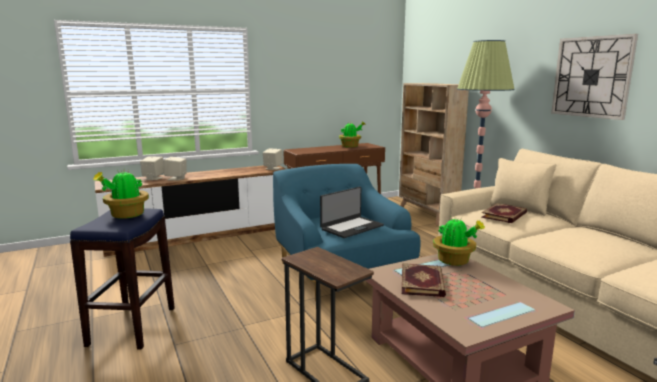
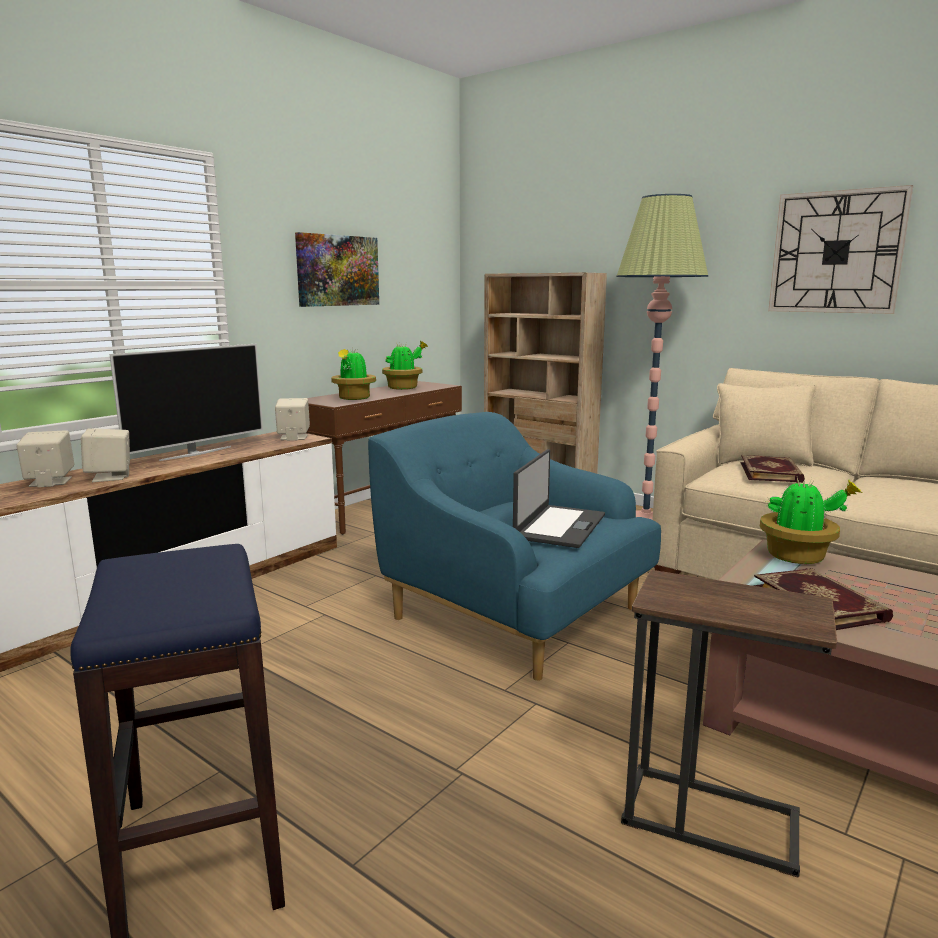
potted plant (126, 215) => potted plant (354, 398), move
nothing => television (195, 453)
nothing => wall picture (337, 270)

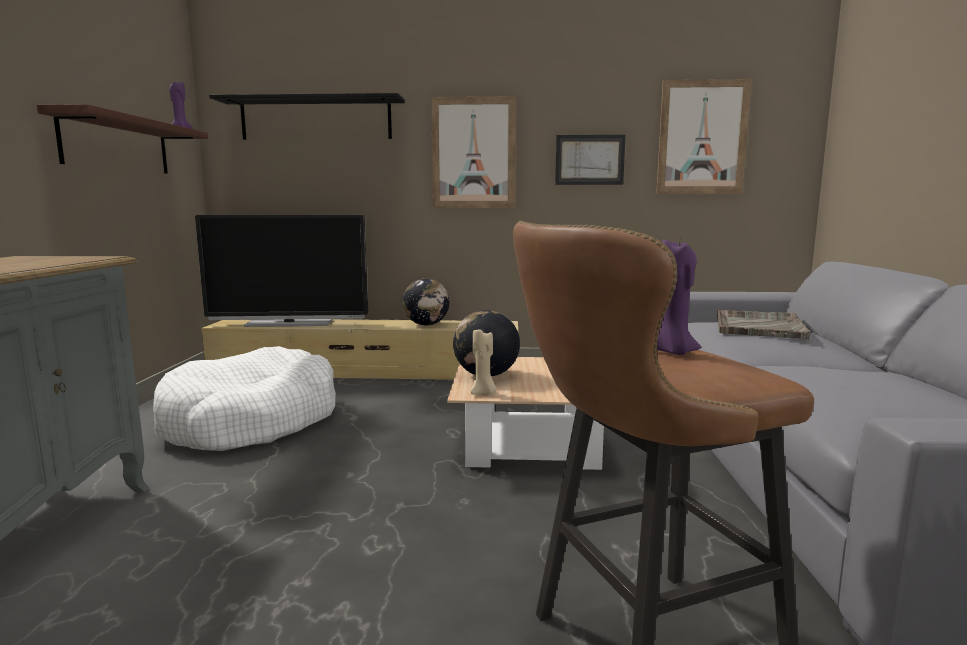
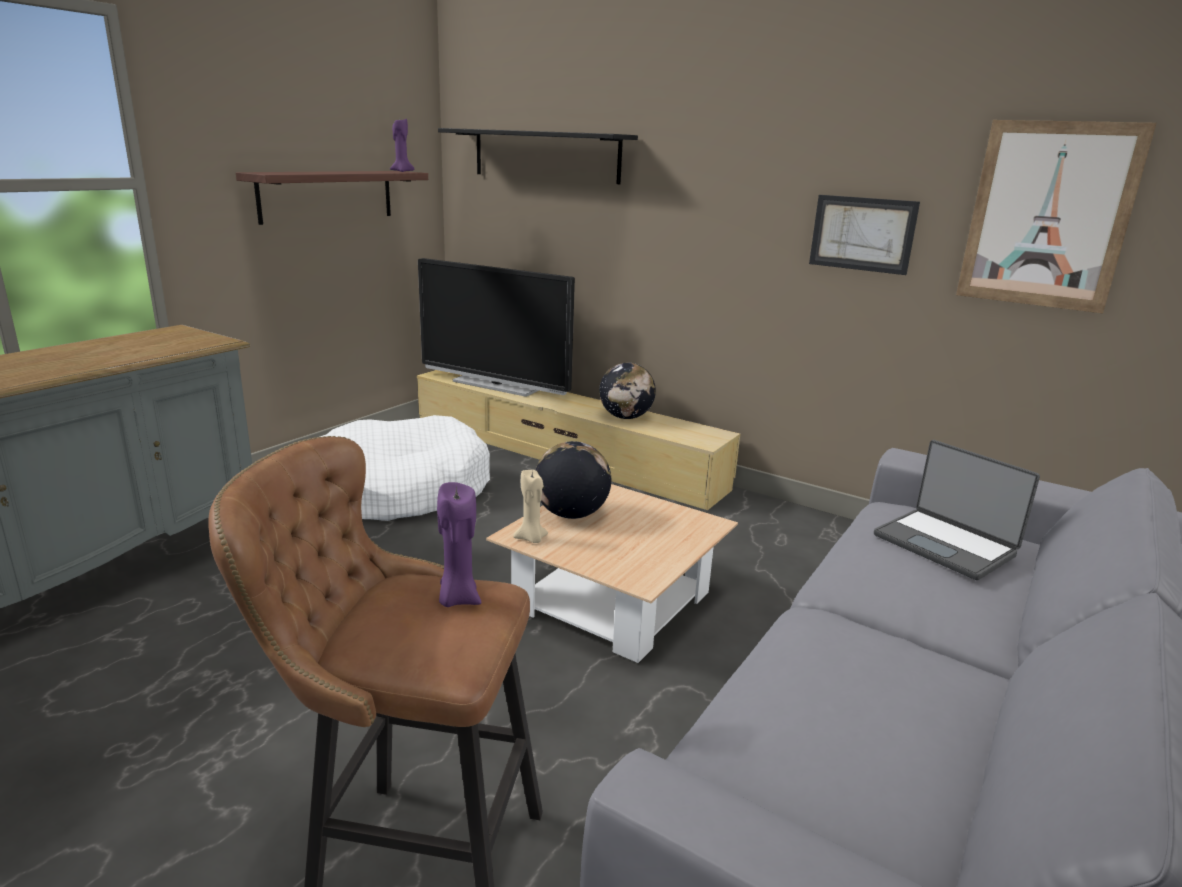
wall picture (473, 153) => nothing
greyish carrying tray (758, 326) => laptop (945, 544)

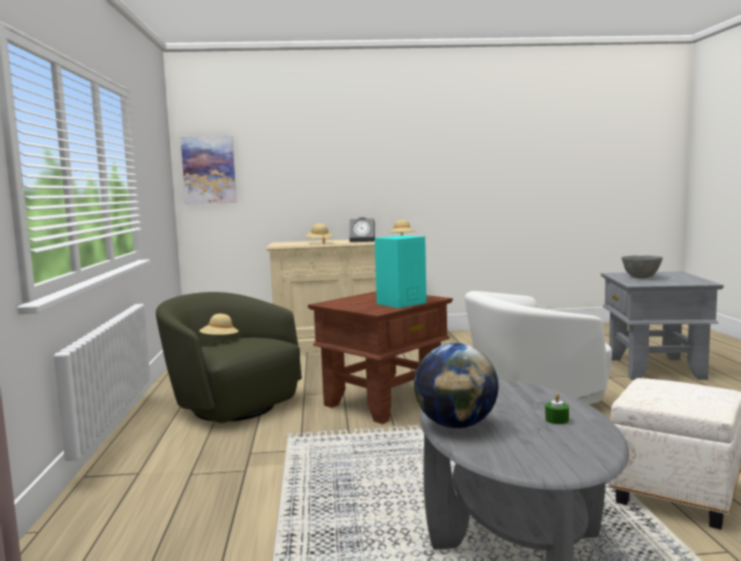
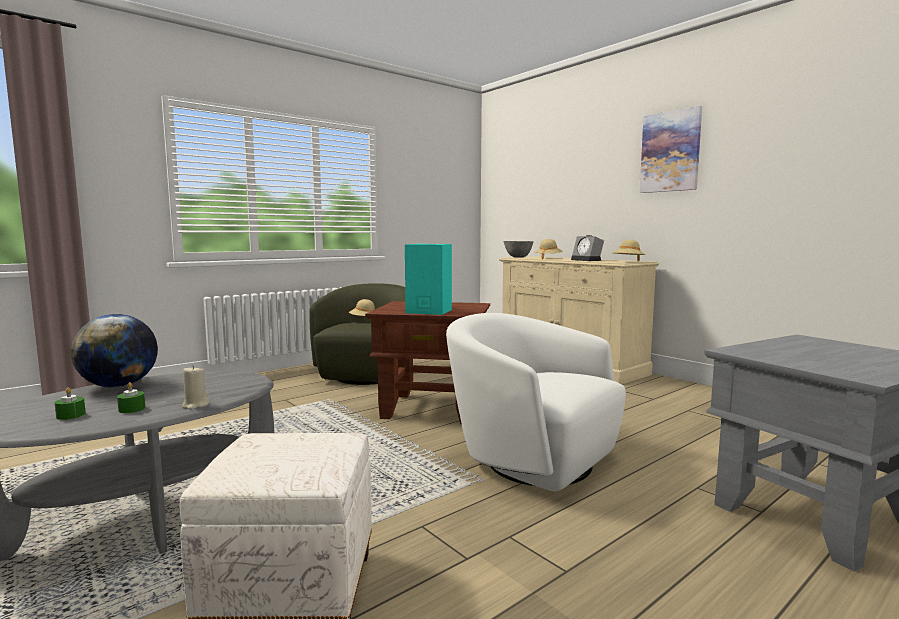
wall picture (209, 170) => wall picture (670, 152), move
greyish serving bowl (641, 277) => greyish serving bowl (518, 257), move
nothing => green candle (71, 415)
nothing => beige-coloured candle (195, 405)

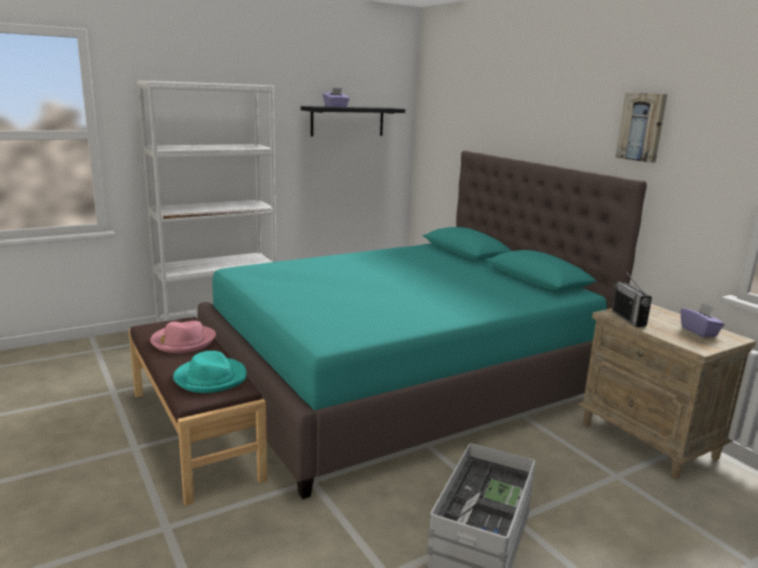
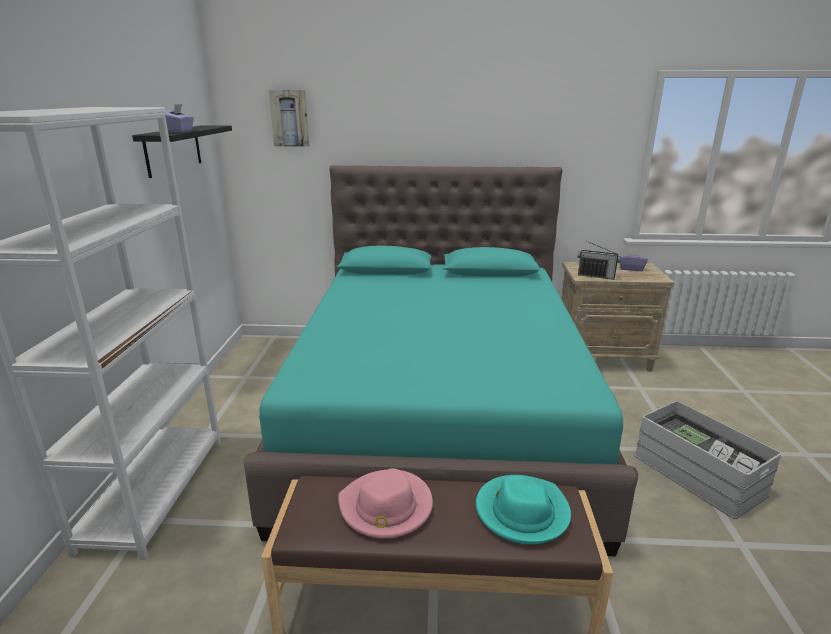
wall picture (642, 127) => wall picture (290, 118), move

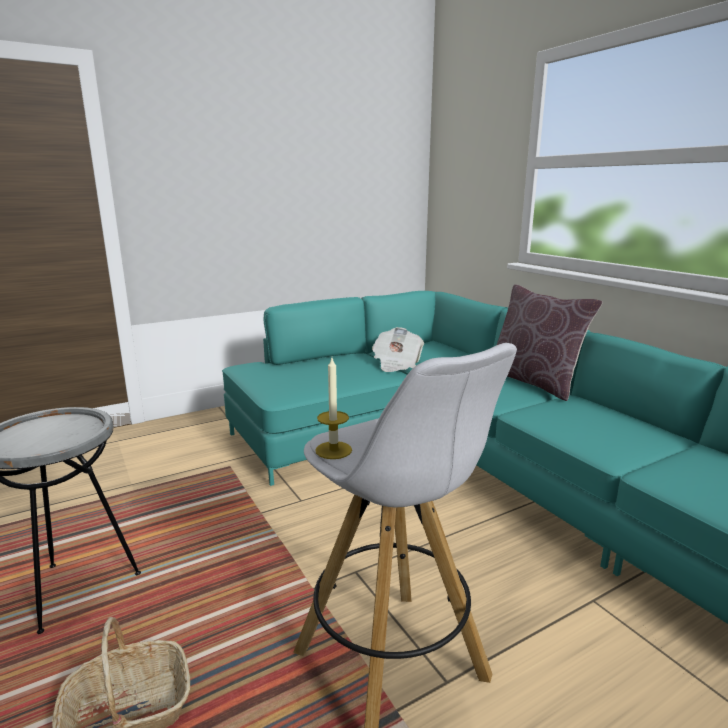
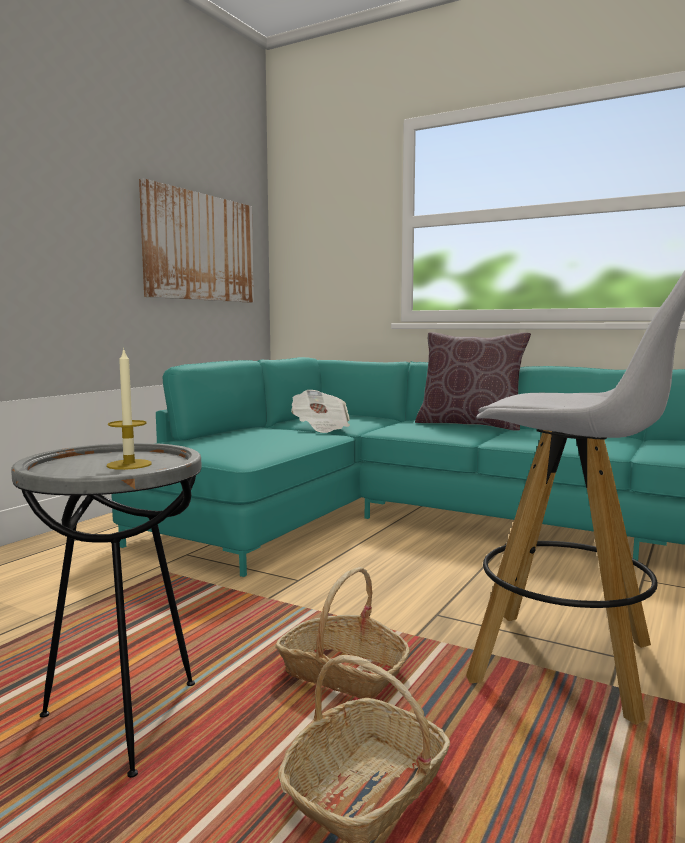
candle (333, 450) => candle (129, 464), move
nothing => wall picture (200, 247)
nothing => basket (343, 673)

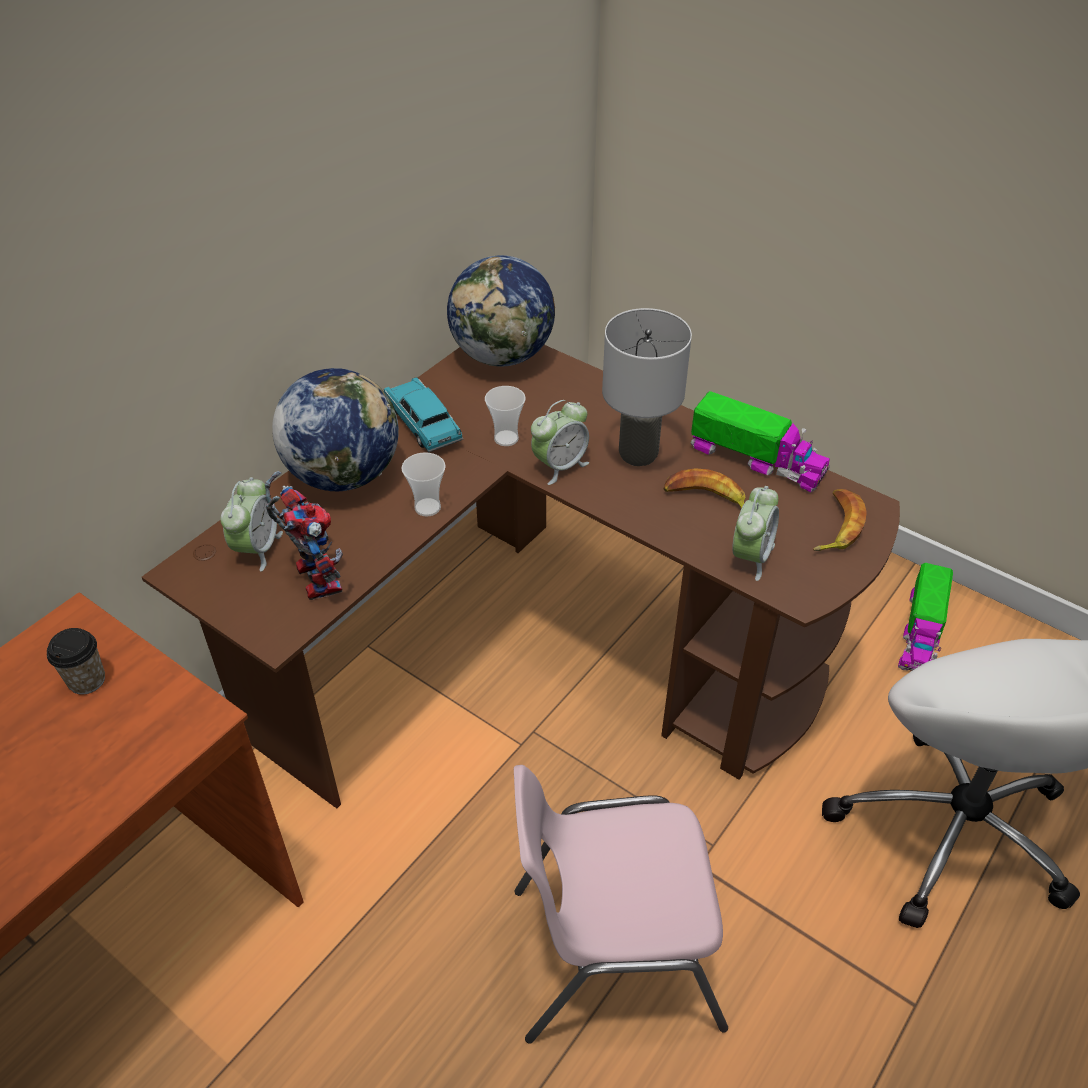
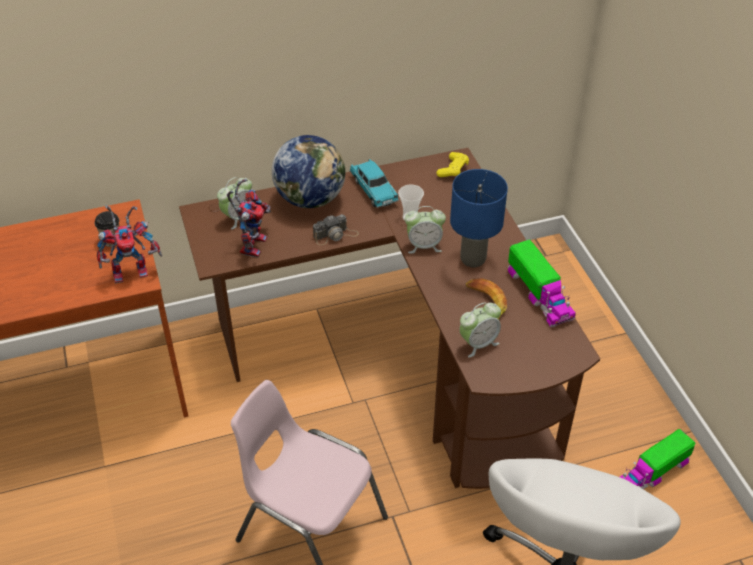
turquoise-coloured toy car (423, 425) => turquoise-coloured toy car (373, 190), 150 degrees clockwise
cup (427, 507) => photo camera (335, 235)
globe (503, 356) => yellowish gamepad (453, 170)
white table lamp (635, 455) => blue-coloured table lamp (471, 259)
whole banana (836, 526) => nothing
nothing => model robot (133, 270)

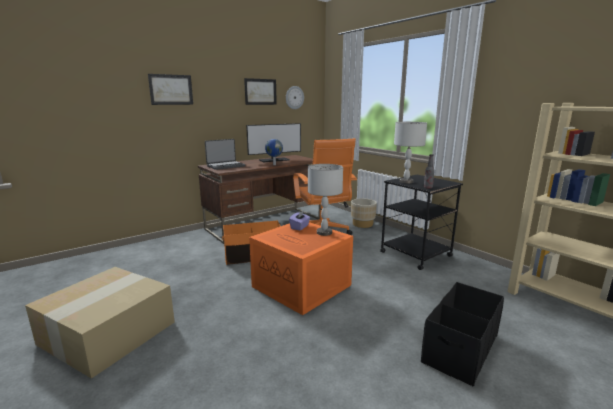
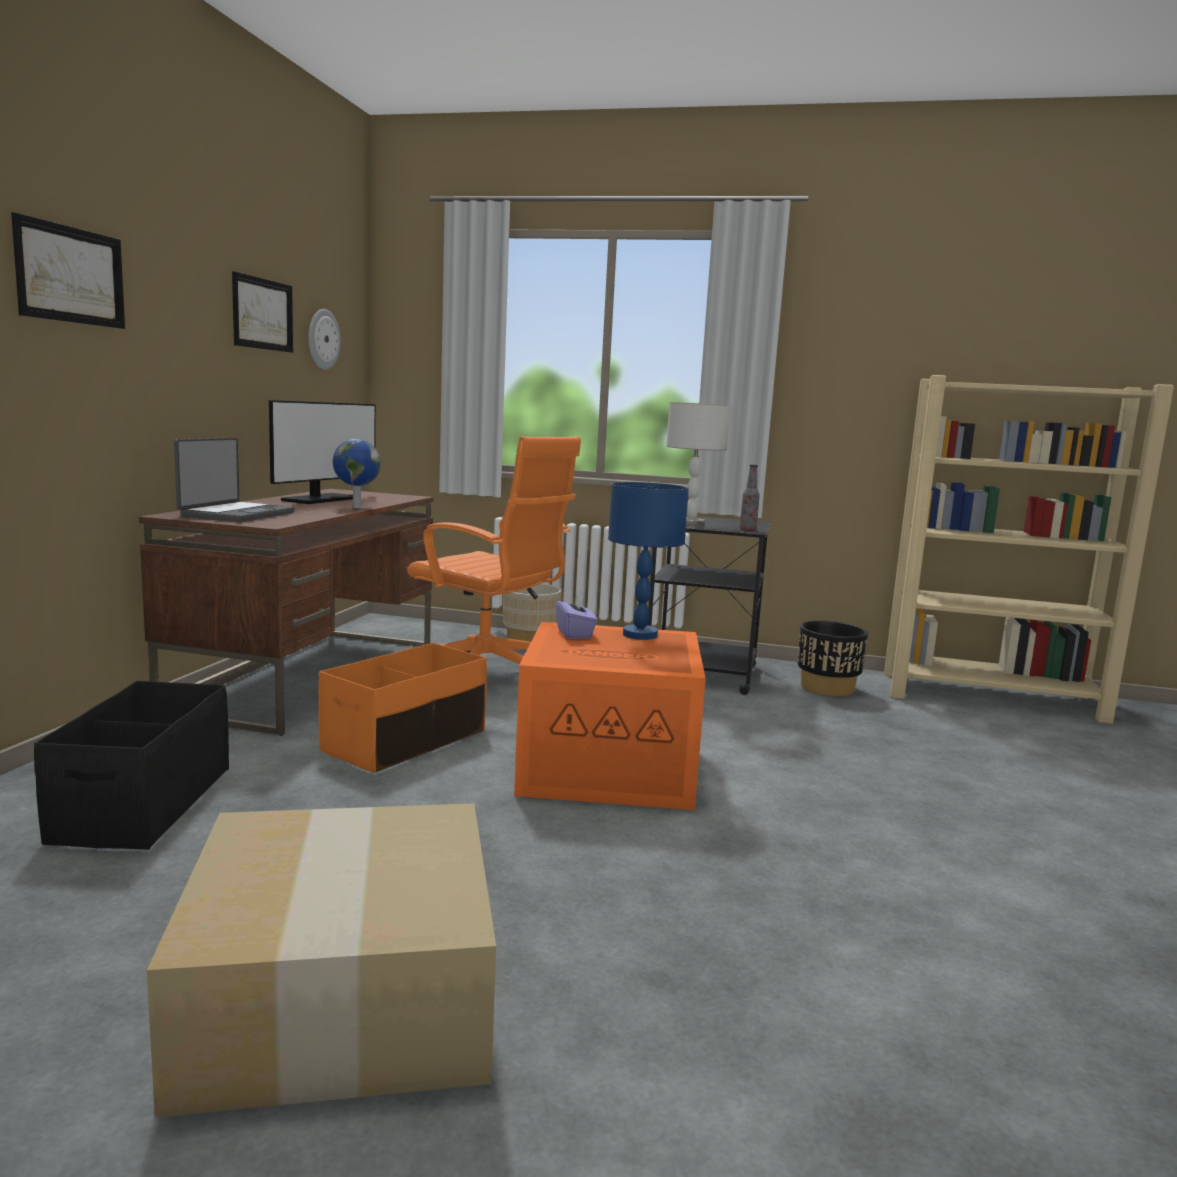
greyish table lamp (324, 232) => blue-coloured table lamp (640, 635)
black storage container (460, 348) => black storage container (143, 804), move
nothing => black plant pot (827, 688)

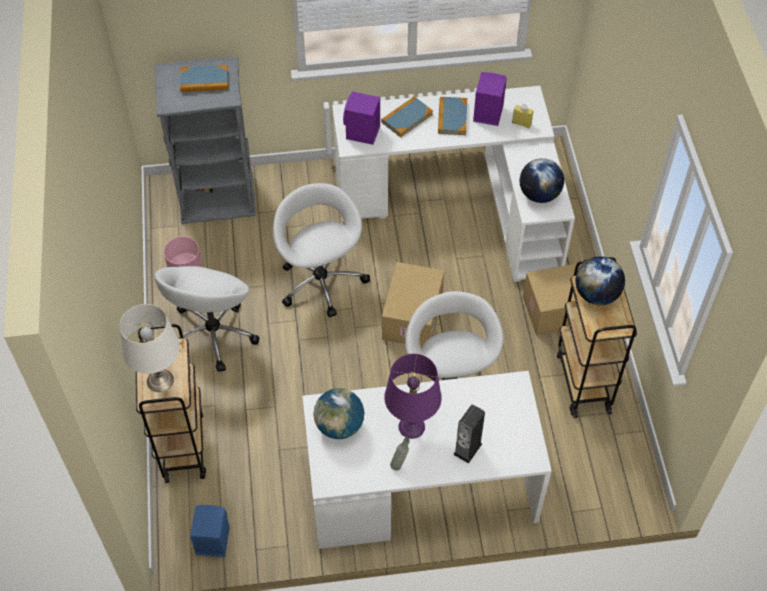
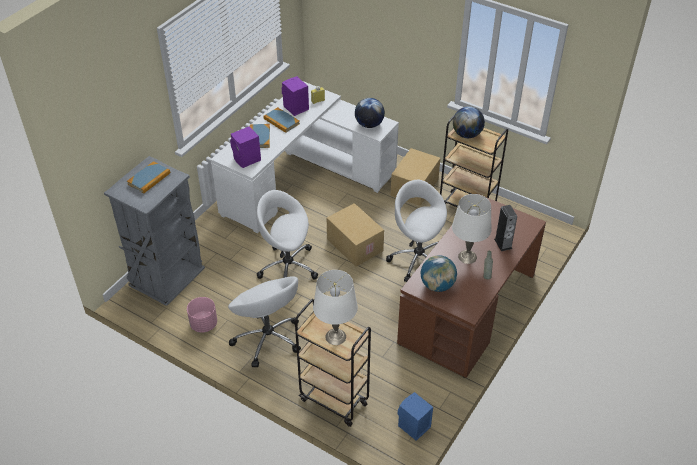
white desk table (421, 487) => brown-coloured desk table (468, 309)
purplish table lamp (411, 426) => white table lamp (467, 257)

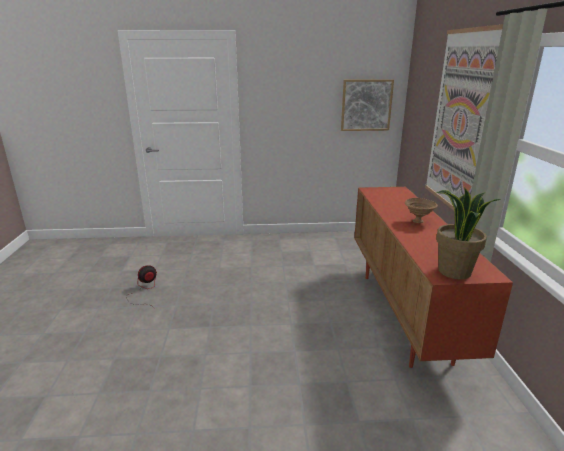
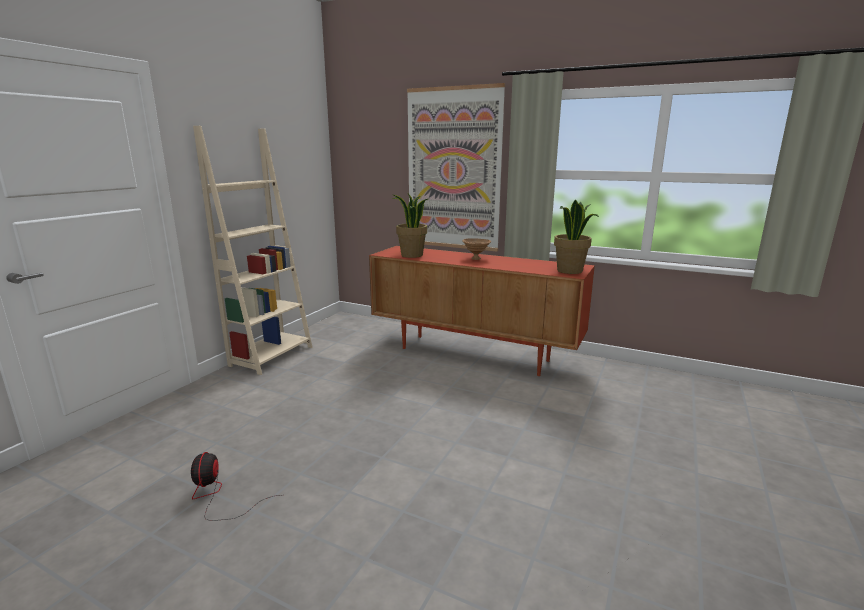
wall picture (366, 105) => nothing
nothing => beige-coloured bookshelf (271, 356)
nothing => potted plant (411, 255)

